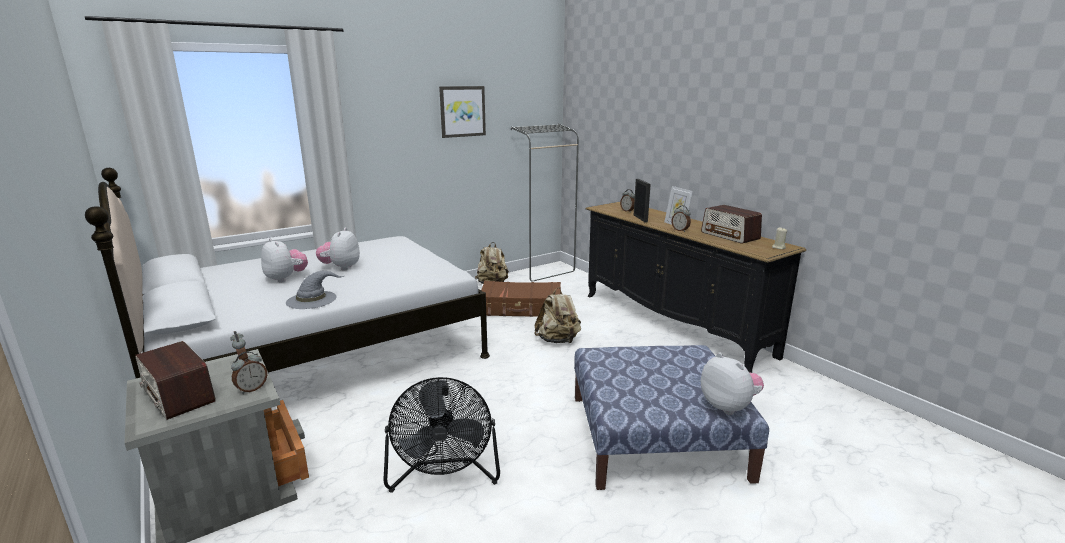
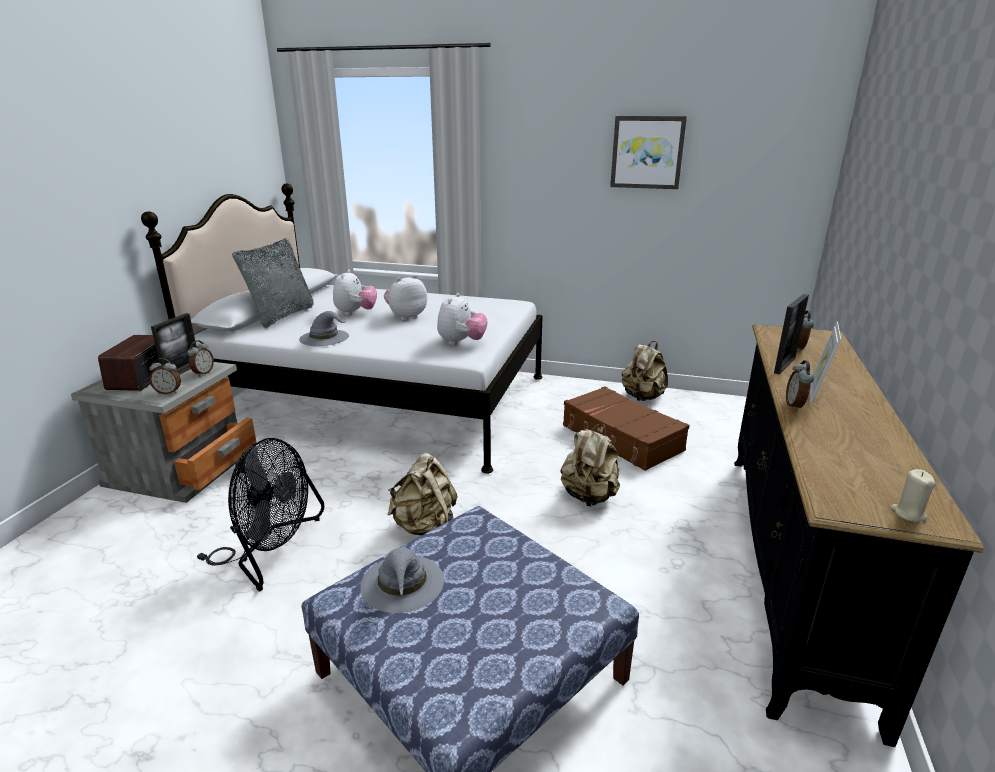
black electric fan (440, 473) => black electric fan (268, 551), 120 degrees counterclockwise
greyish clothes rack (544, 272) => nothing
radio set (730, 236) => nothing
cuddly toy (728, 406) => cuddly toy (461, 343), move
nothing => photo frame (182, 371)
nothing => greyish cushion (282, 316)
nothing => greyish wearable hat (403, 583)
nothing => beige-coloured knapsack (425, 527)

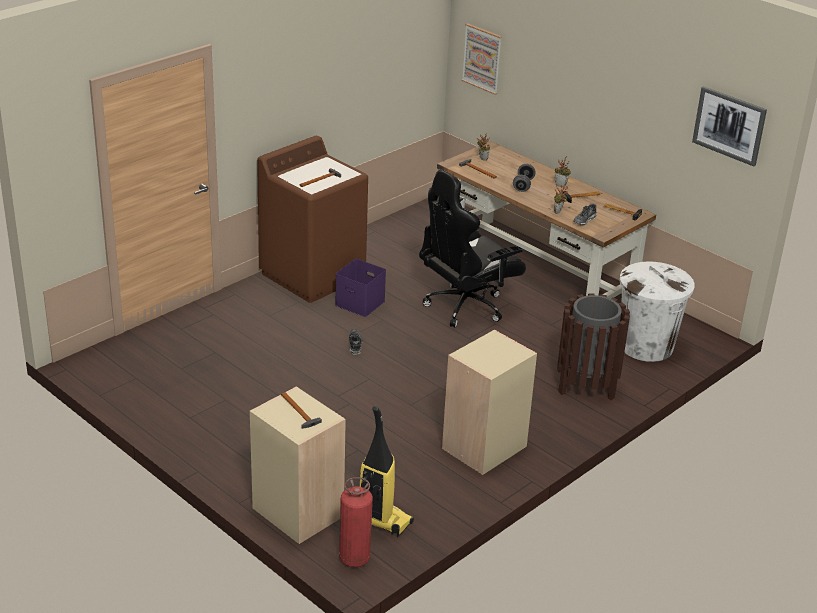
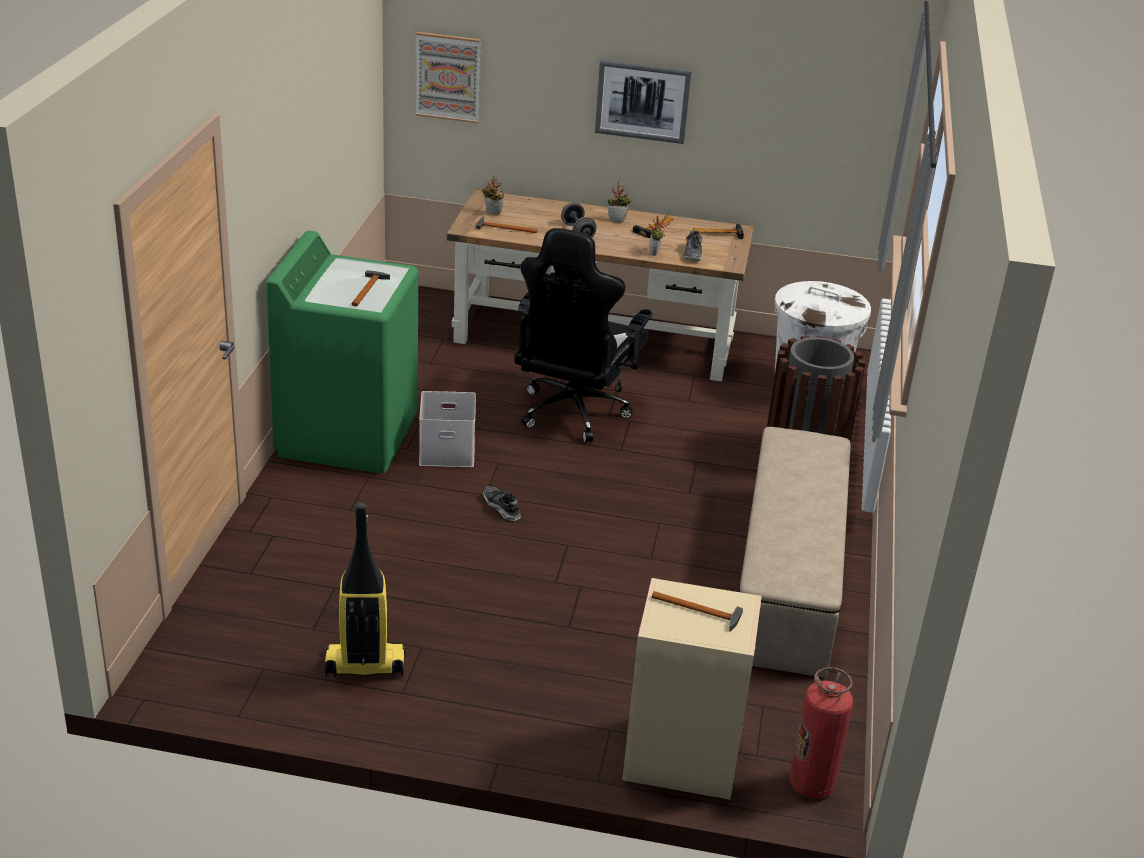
brown-coloured laundry appliance (313, 275) => green laundry appliance (347, 435)
purplish storage container (359, 303) => white storage container (445, 452)
hoover (380, 520) => hoover (364, 666), move
beige-coloured bookshelf (484, 448) => beige-coloured bench (788, 577)
wall picture (729, 125) => wall picture (642, 101), move

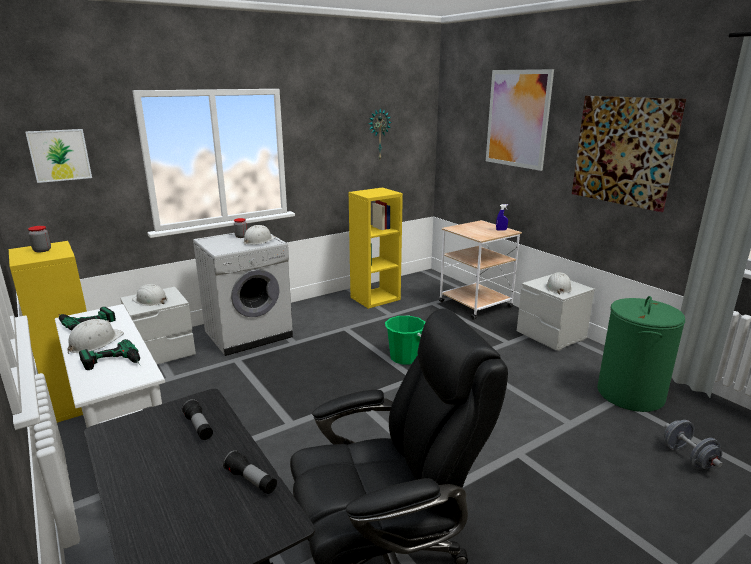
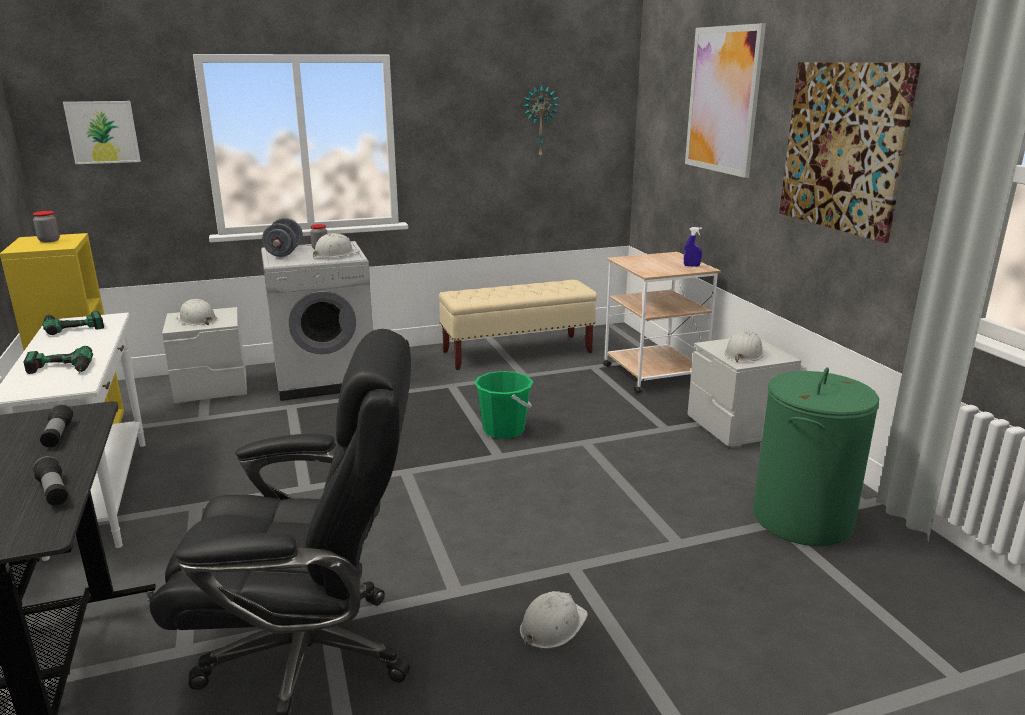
white safety helmet (95, 342) => white safety helmet (552, 626), move
yellowish bookshelf (375, 298) => beige-coloured bench (517, 353)
greyish hand weight (688, 458) => greyish hand weight (284, 253), move

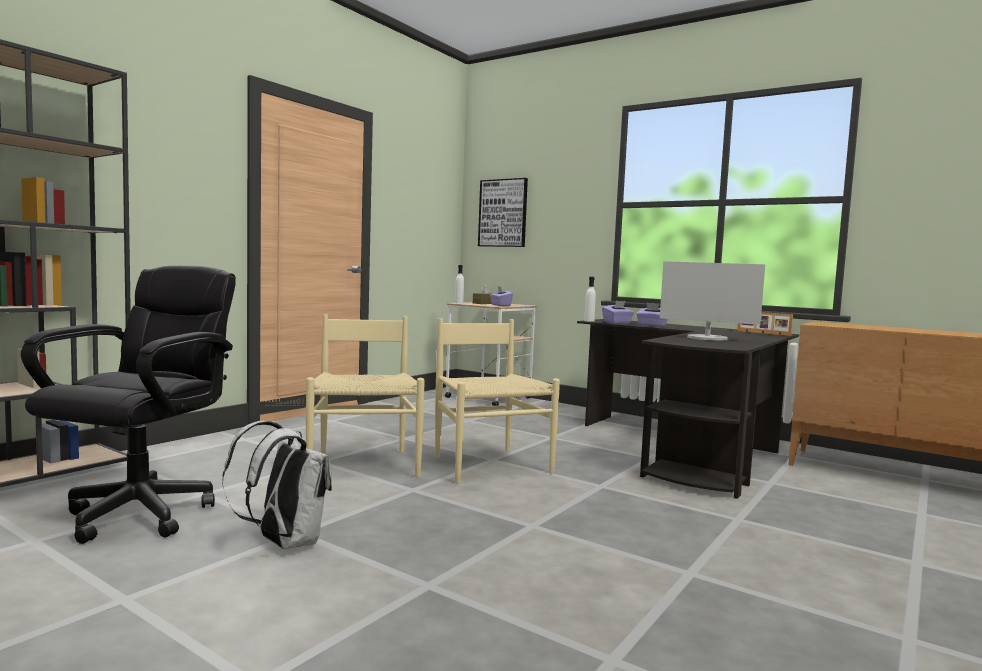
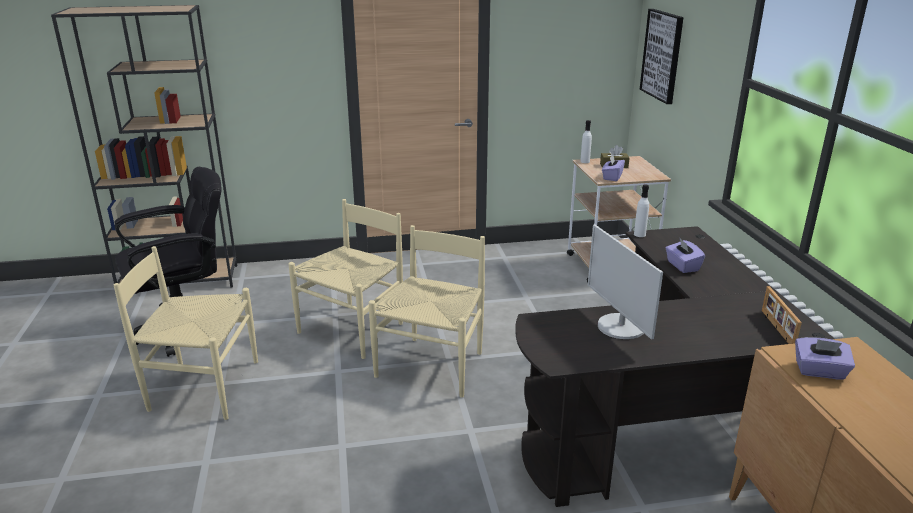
white knapsack (283, 543) => beige-coloured plain chair (202, 388)
purplish tissue holder (617, 322) => purplish tissue holder (820, 371), move

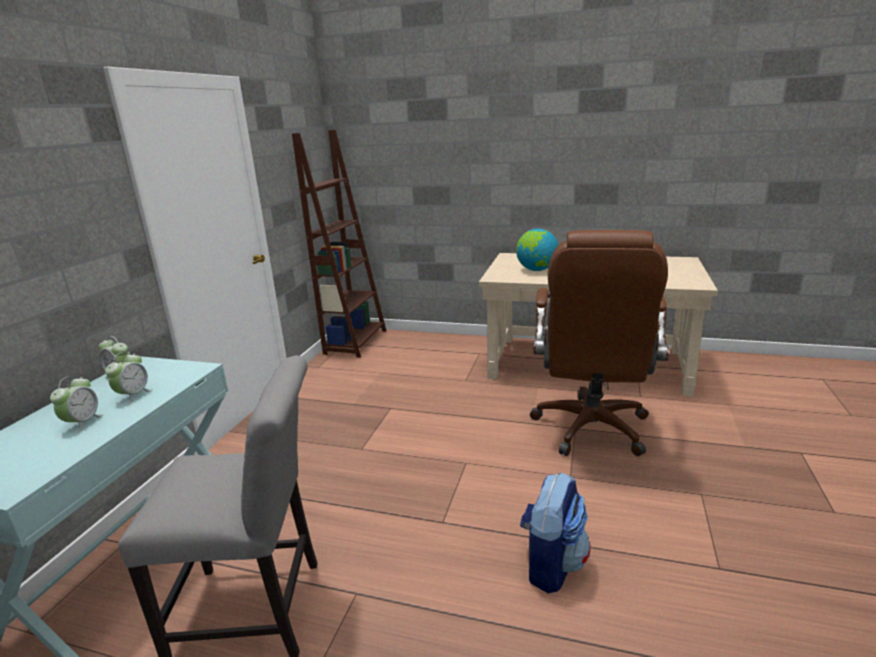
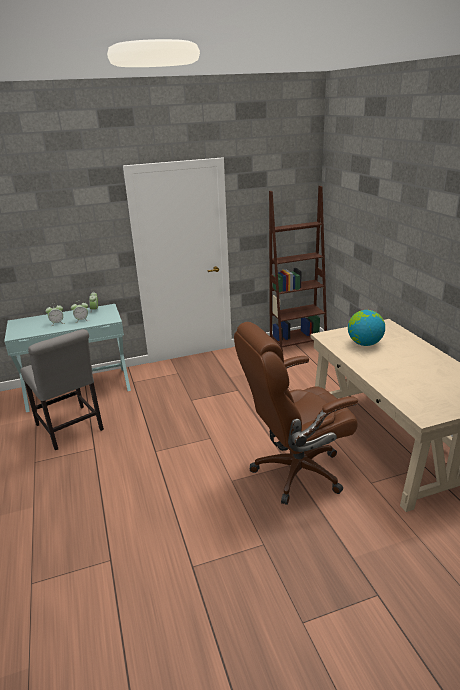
knapsack (551, 564) => nothing

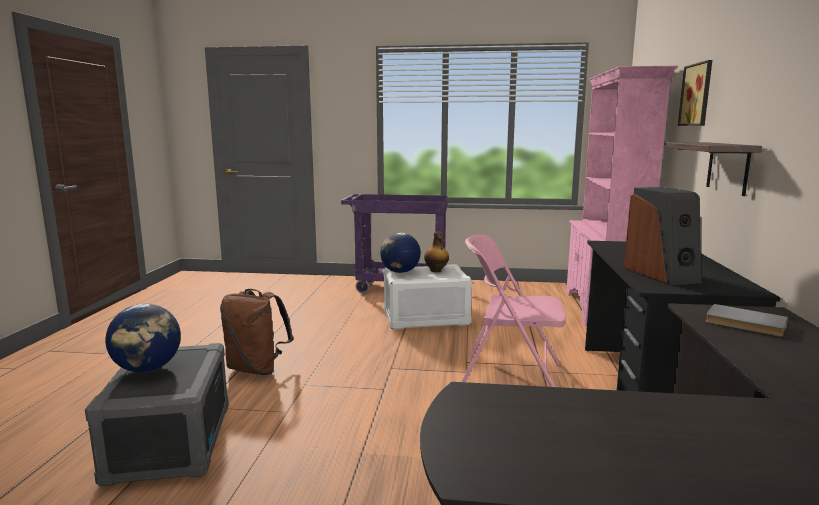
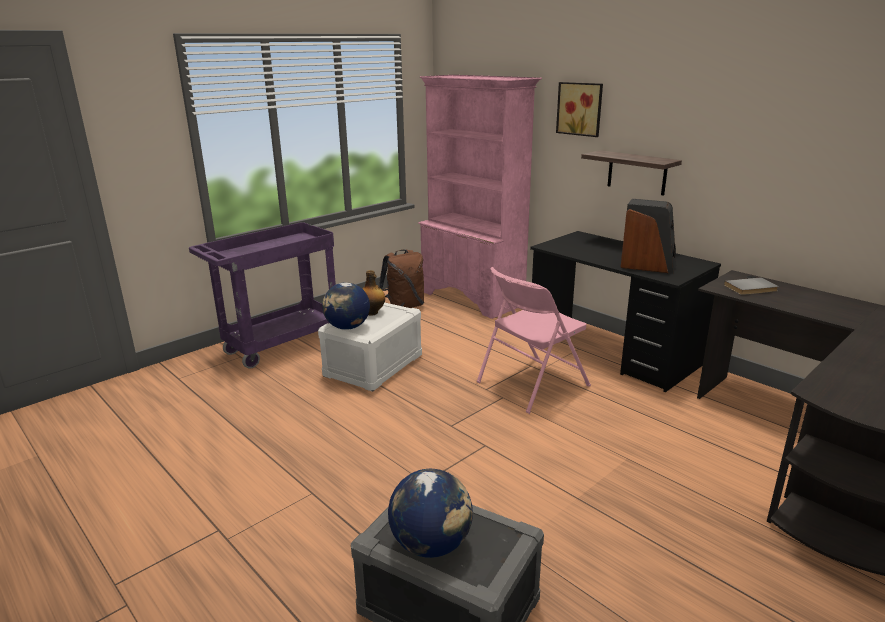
brown-coloured knapsack (257, 369) => brown-coloured knapsack (404, 306), move

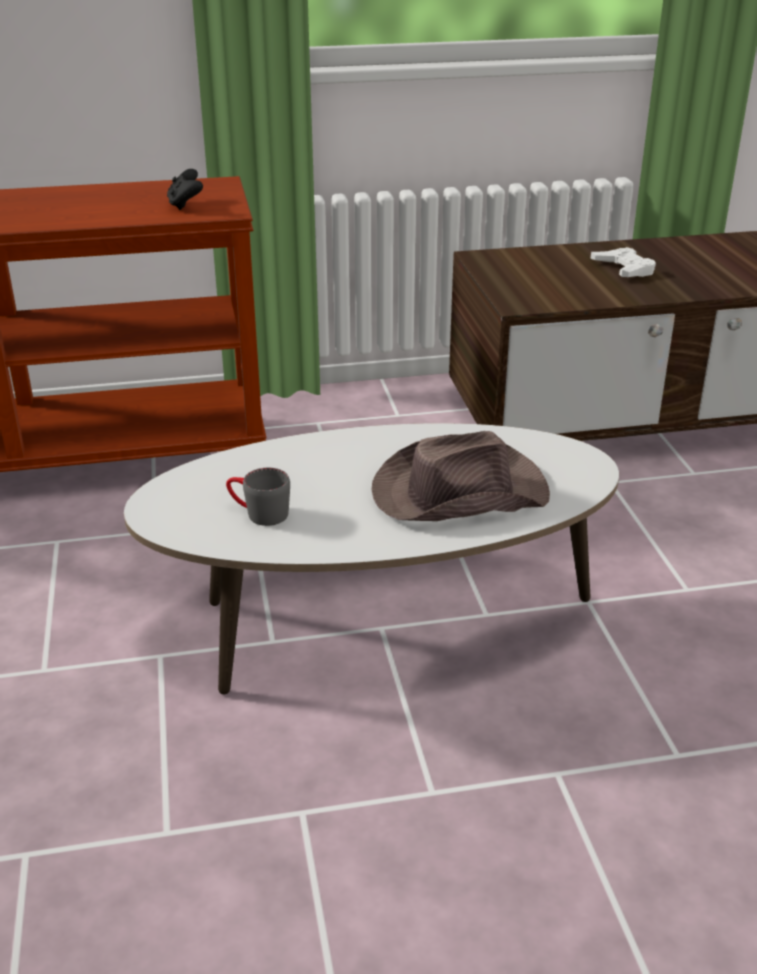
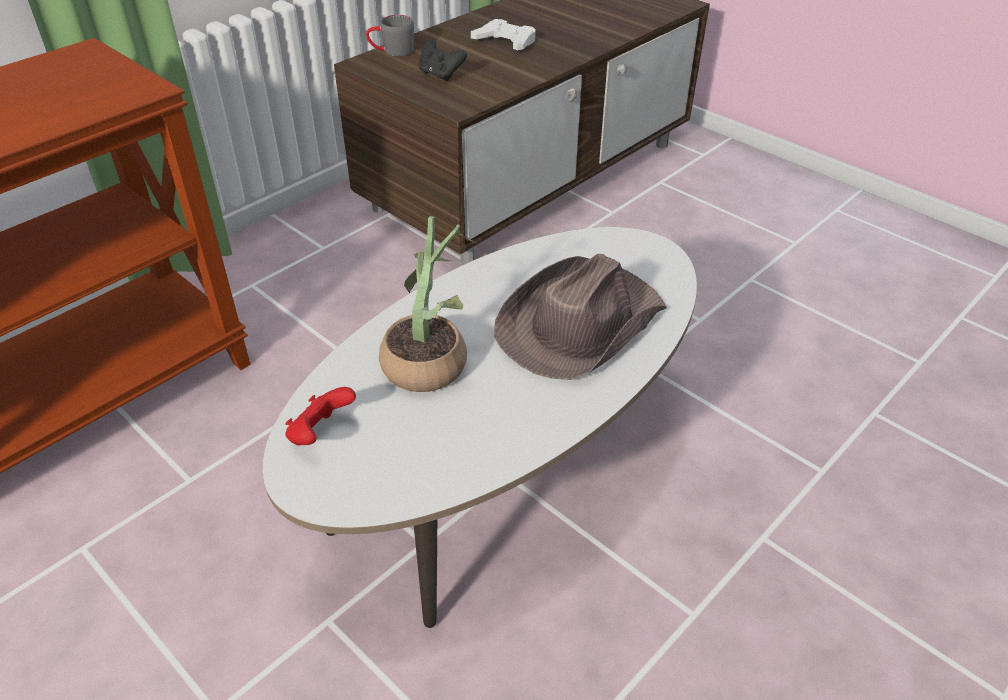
black gamepad (185, 205) => black gamepad (440, 75), move
greyish mug (258, 513) => greyish mug (391, 51), move
nothing => reddish gamepad (320, 434)
nothing => potted plant (430, 360)

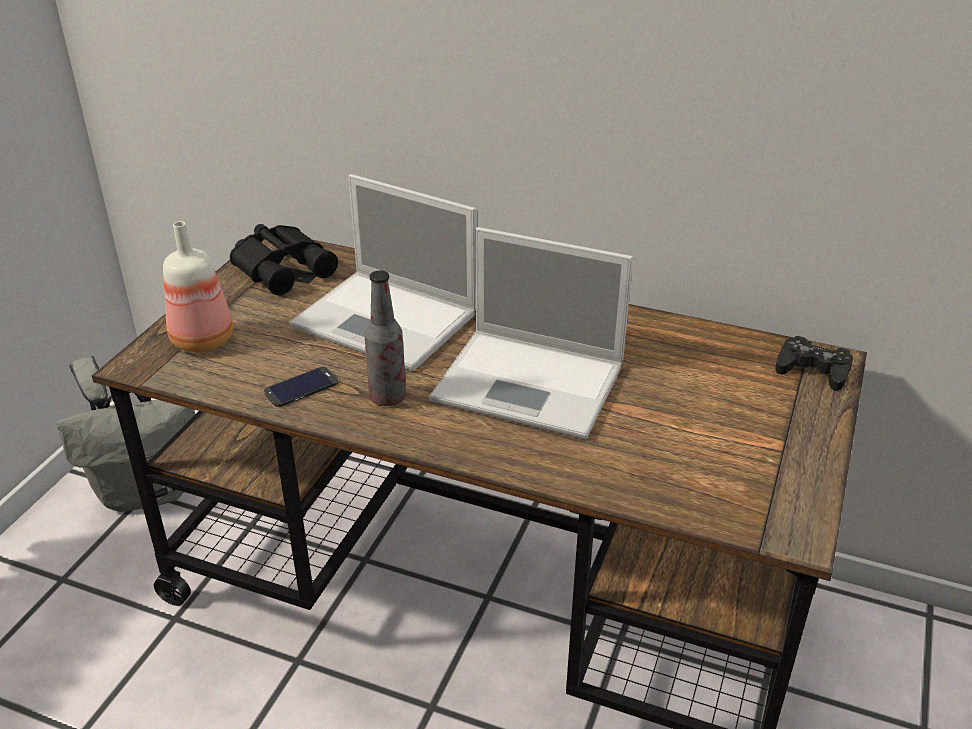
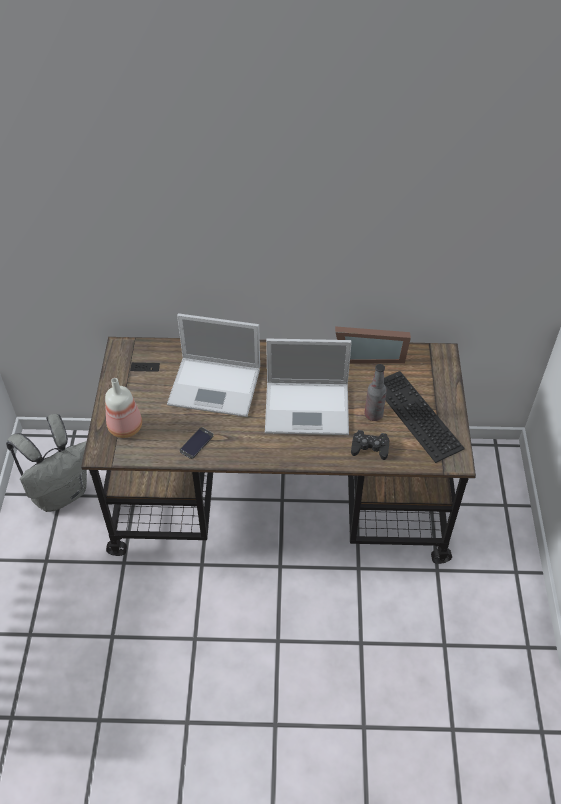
black pair of binoculars (284, 267) => nothing
beverage bottle (388, 397) => beverage bottle (373, 415), move
black gamepad (812, 370) => black gamepad (370, 448), move
nothing => photo frame (369, 355)
nothing => keyboard (414, 415)

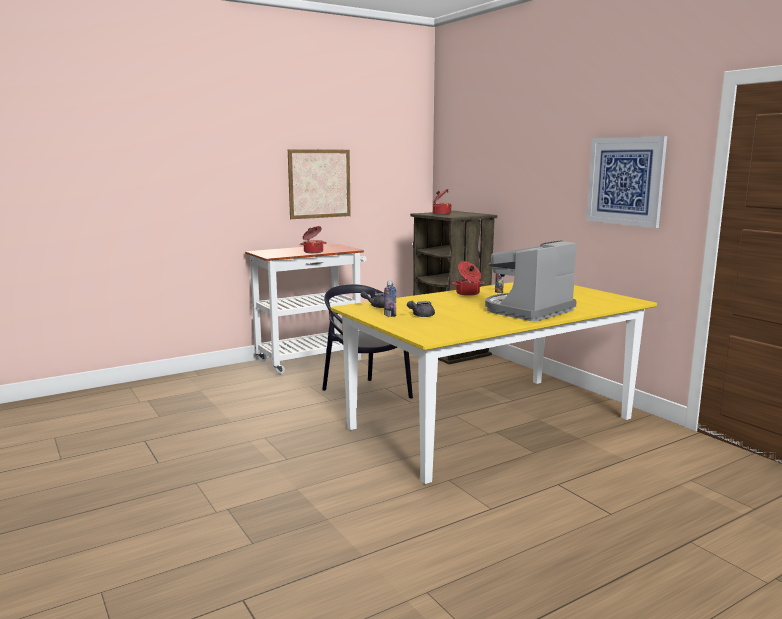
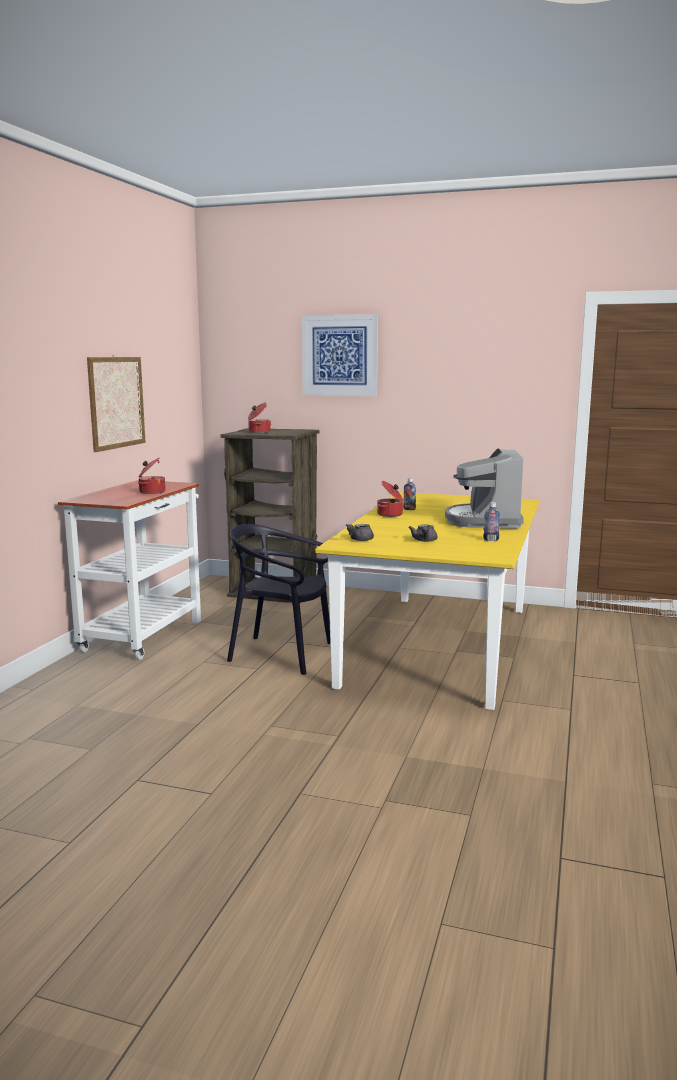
beverage bottle (390, 315) => beverage bottle (491, 540), move
wall picture (625, 181) => wall picture (340, 355), move

